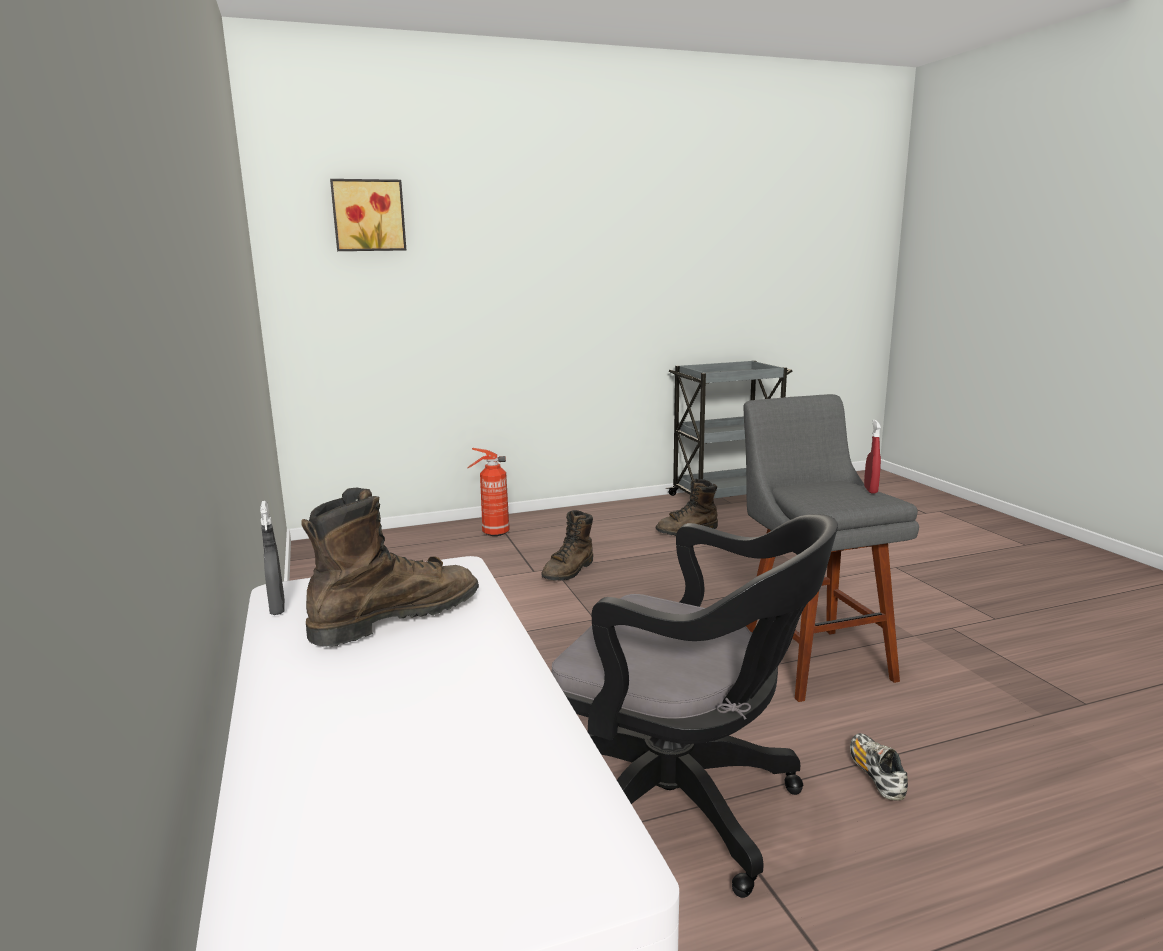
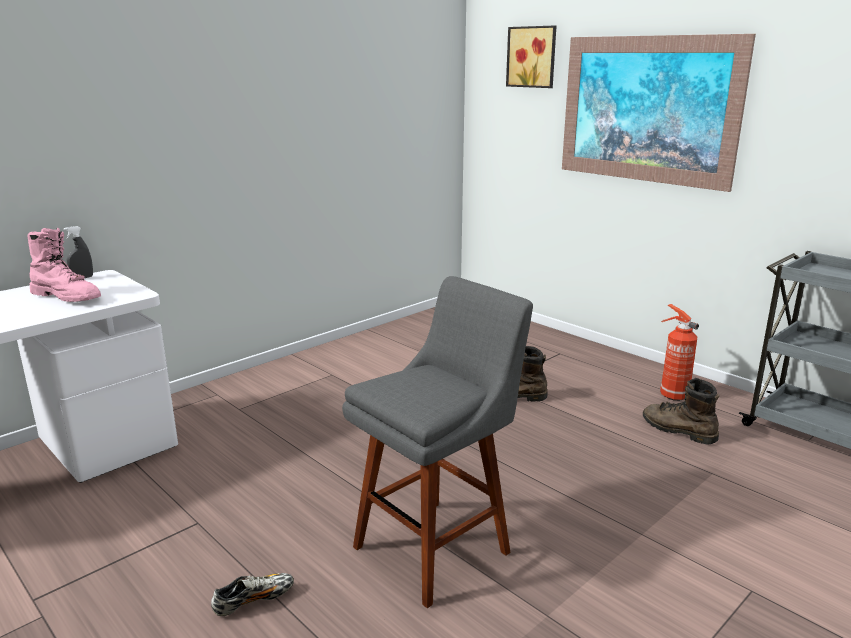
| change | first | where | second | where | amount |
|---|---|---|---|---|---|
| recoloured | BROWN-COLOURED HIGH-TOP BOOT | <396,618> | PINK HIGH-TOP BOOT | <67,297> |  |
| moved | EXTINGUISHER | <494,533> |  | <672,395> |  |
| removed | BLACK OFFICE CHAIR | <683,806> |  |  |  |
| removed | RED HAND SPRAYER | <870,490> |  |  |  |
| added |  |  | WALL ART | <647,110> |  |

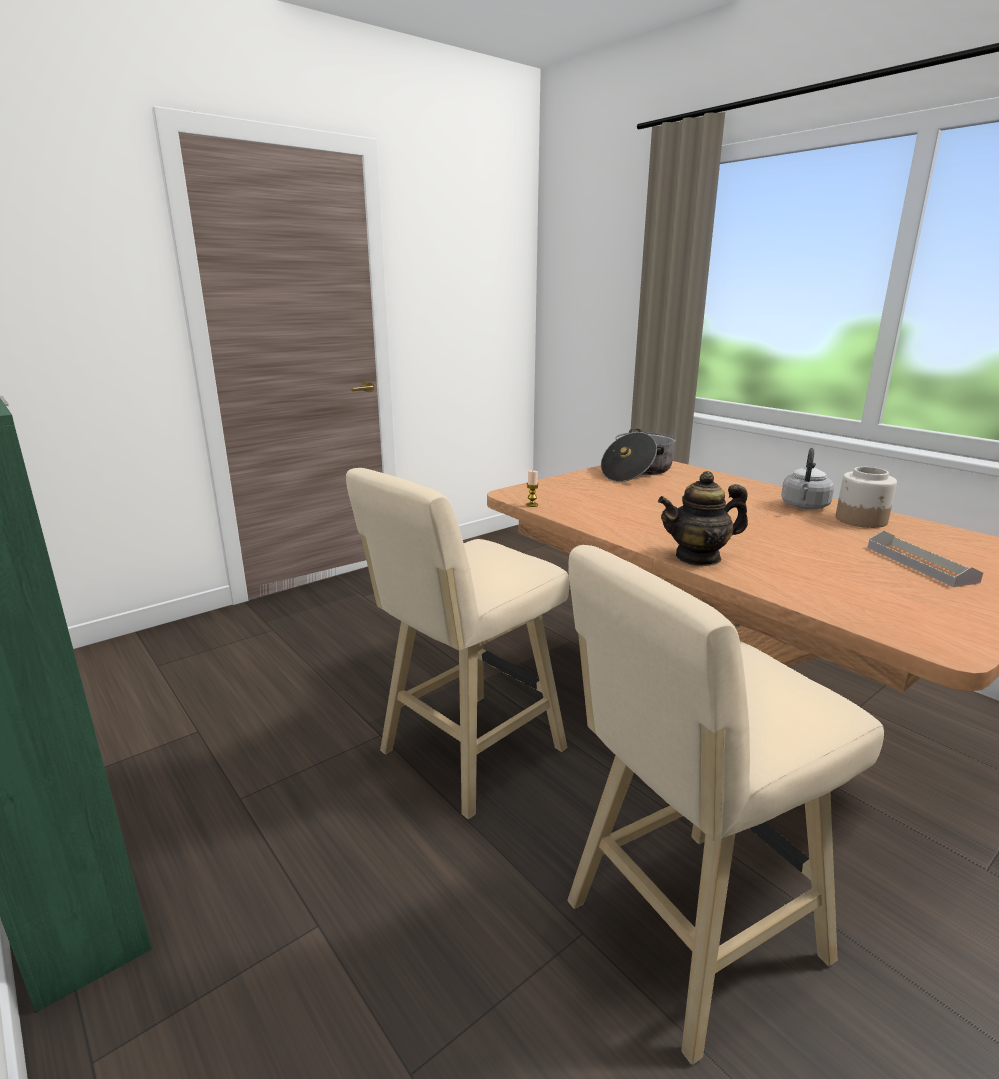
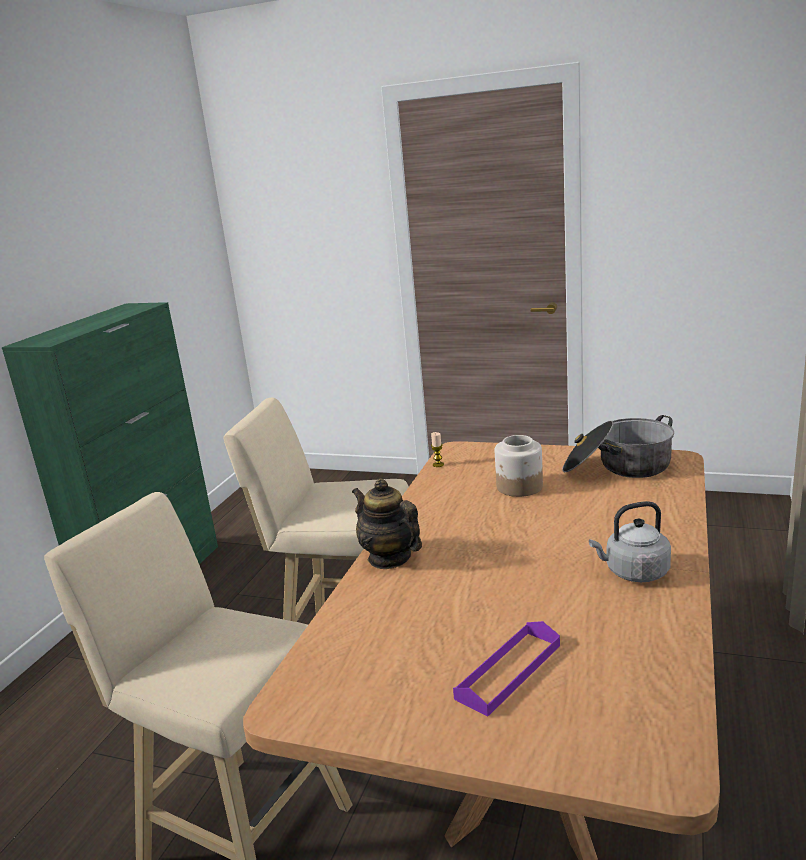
| change | first | where | second | where | amount |
|---|---|---|---|---|---|
| moved | STORAGE JAR | <861,520> |  | <519,487> |  |
| recoloured | GREY TRAY | <920,564> | PURPLE TRAY | <509,671> |  |

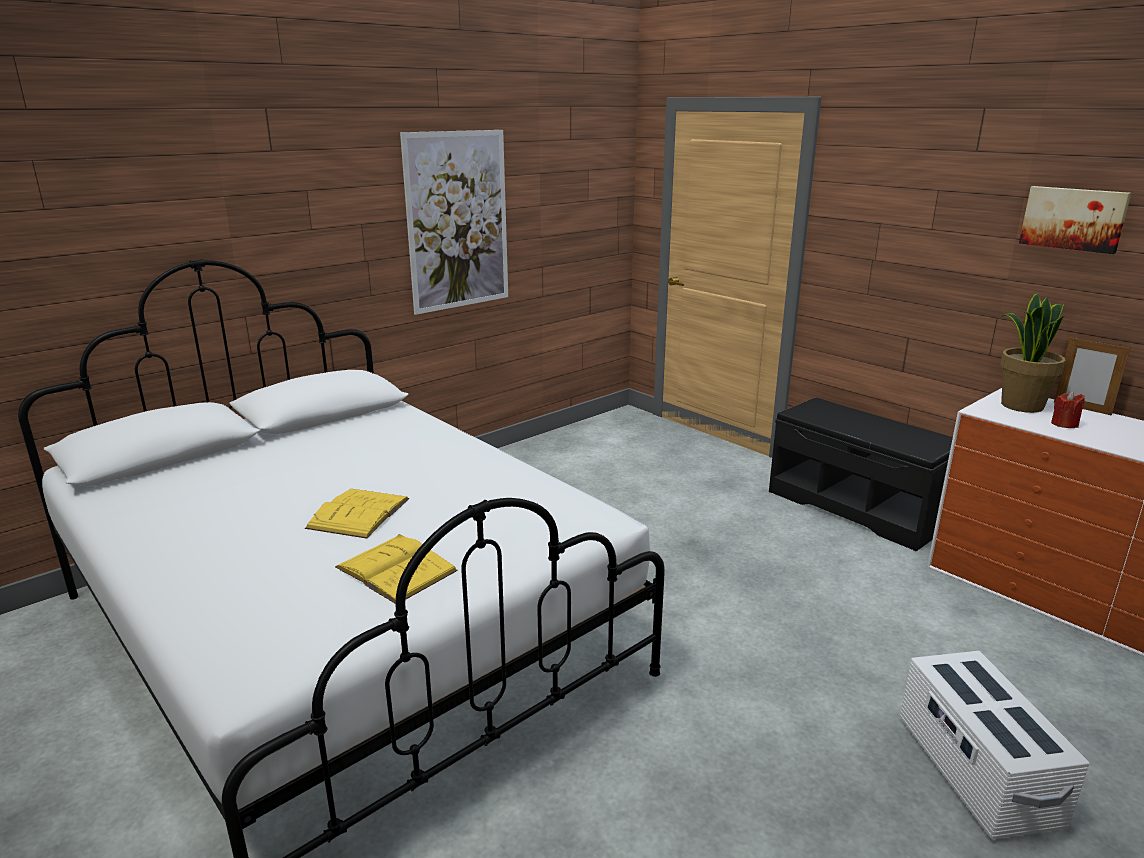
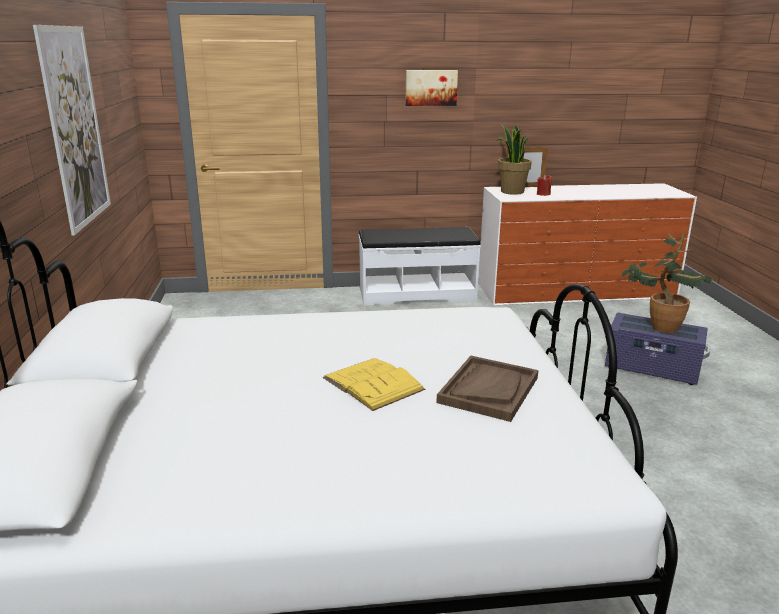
| change | first | where | second | where | amount |
|---|---|---|---|---|---|
| replaced | YELLOWISH BOOK | <396,569> | BROWN-COLOURED TRAY | <488,390> |  |
| recoloured | BLACK BENCH | <856,507> | WHITE BENCH | <416,293> |  |
| recoloured | WHITE STORAGE BOX | <975,772> | PURPLE STORAGE BOX | <651,368> |  |
| moved | WALL ART | <1073,218> |  | <431,87> |  |
| added |  |  | HOUSEPLANT | <659,325> |  |

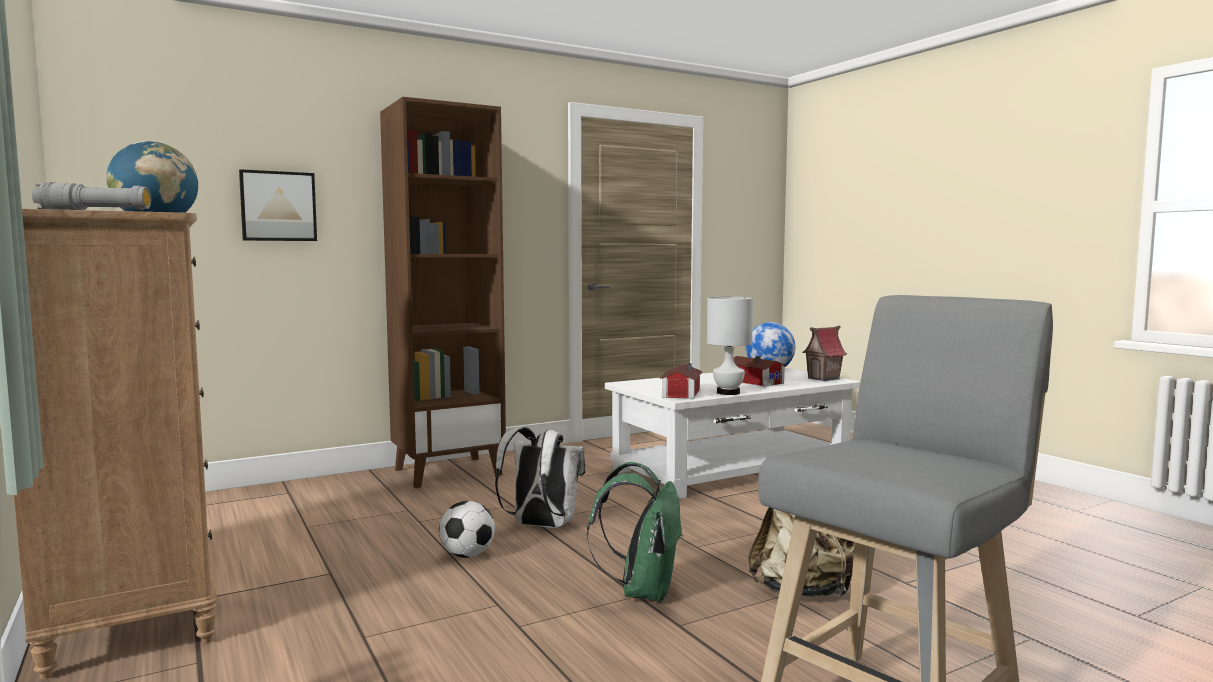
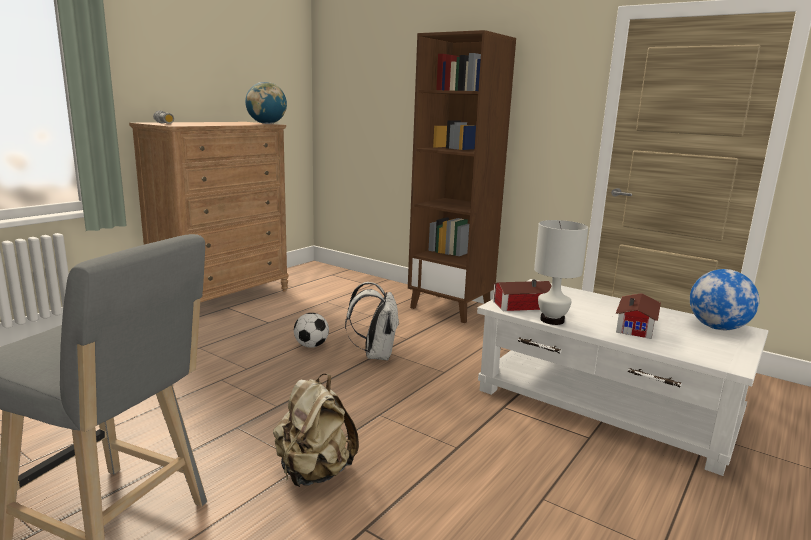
| change | first | where | second | where | amount |
|---|---|---|---|---|---|
| removed | WALL ART | <278,206> |  |  |  |
| removed | GREENISH BACKPACK | <642,591> |  |  |  |
| removed | MODEL HOUSE | <824,379> |  |  |  |

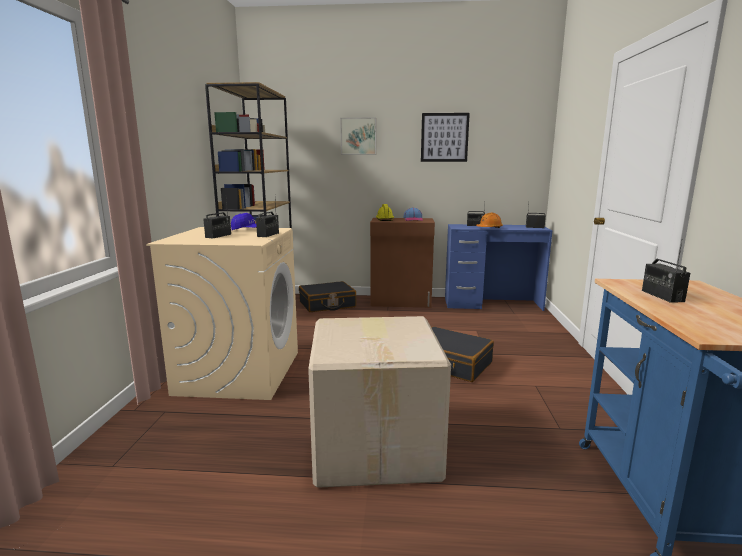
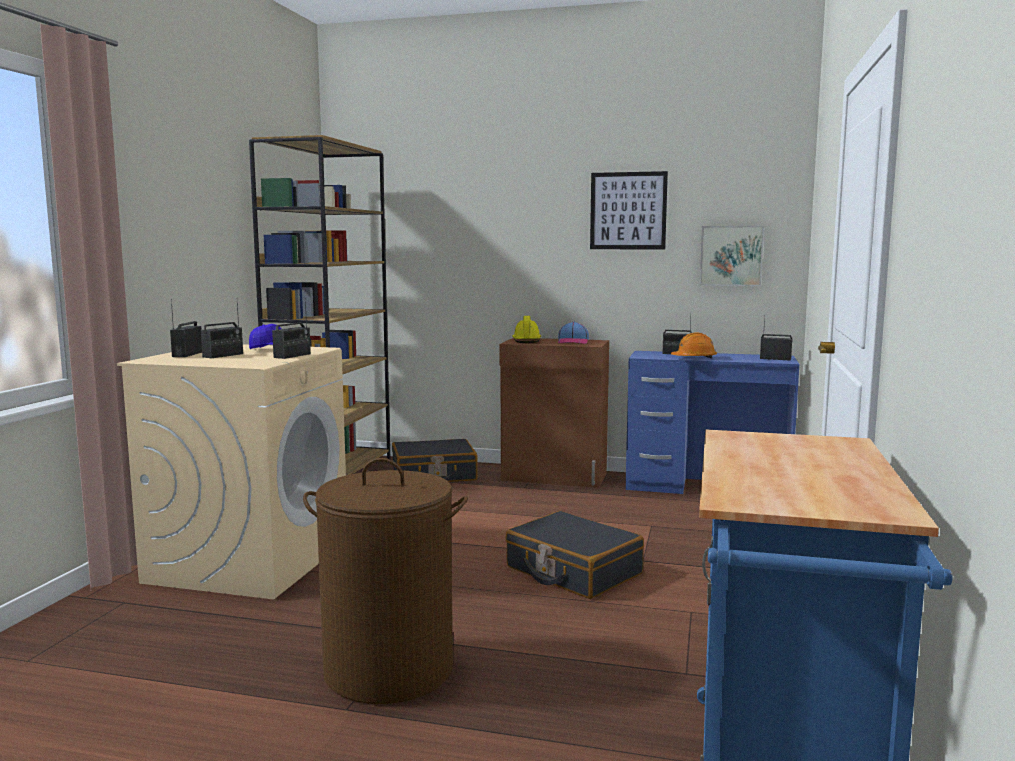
| change | first | where | second | where | amount |
|---|---|---|---|---|---|
| replaced | PACKING BOX | <377,445> | BROWN-COLOURED HAMPER | <389,669> |  |
| moved | WALL ART | <358,136> |  | <731,255> |  |
| moved | RADIO SET | <662,296> |  | <187,354> |  |

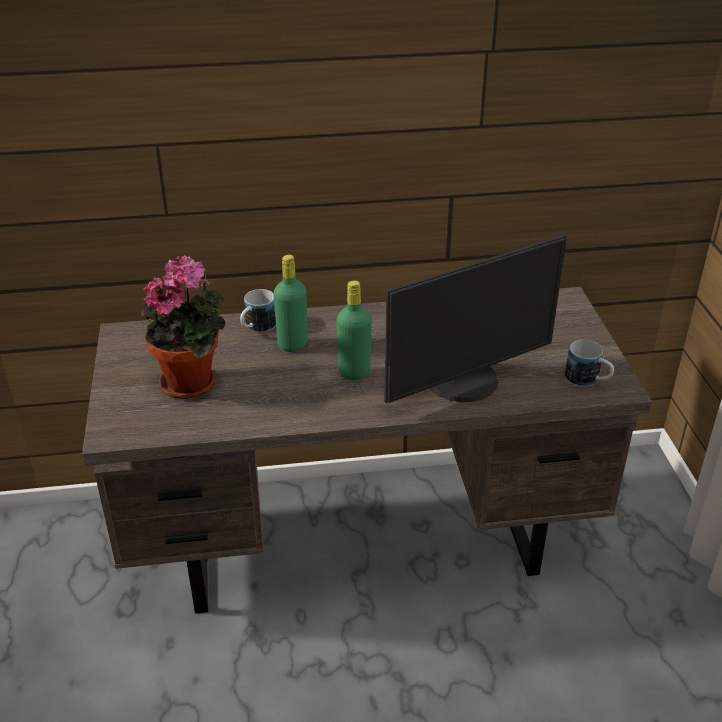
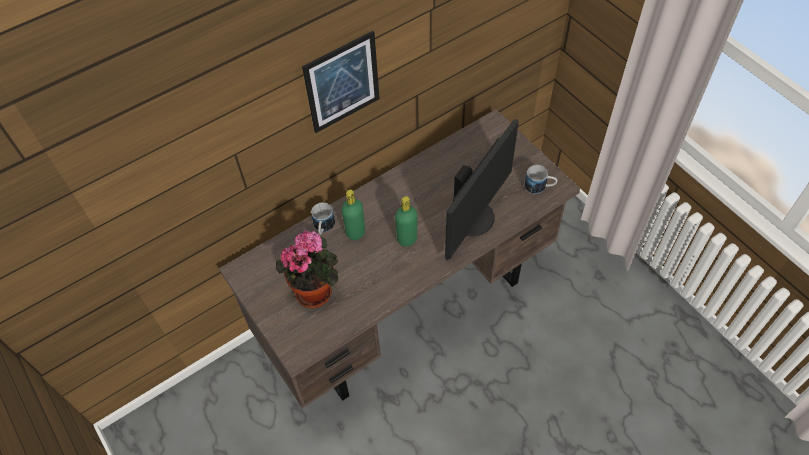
| change | first | where | second | where | amount |
|---|---|---|---|---|---|
| added |  |  | WALL ART | <342,83> |  |

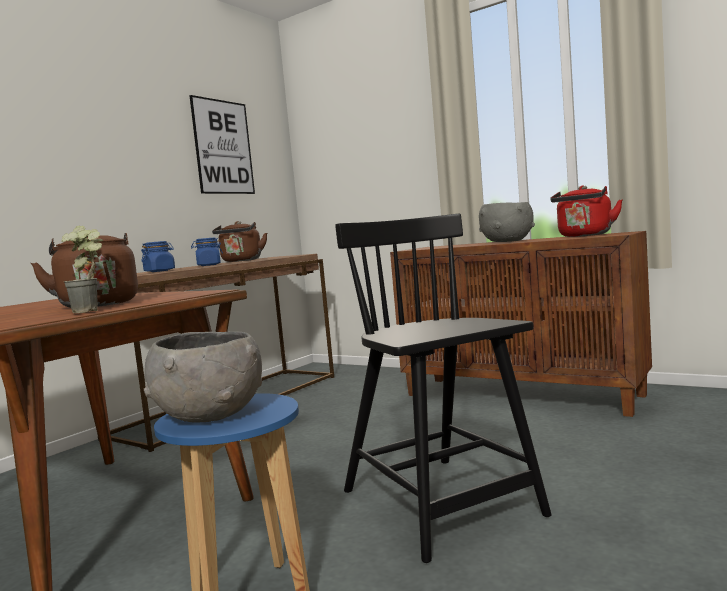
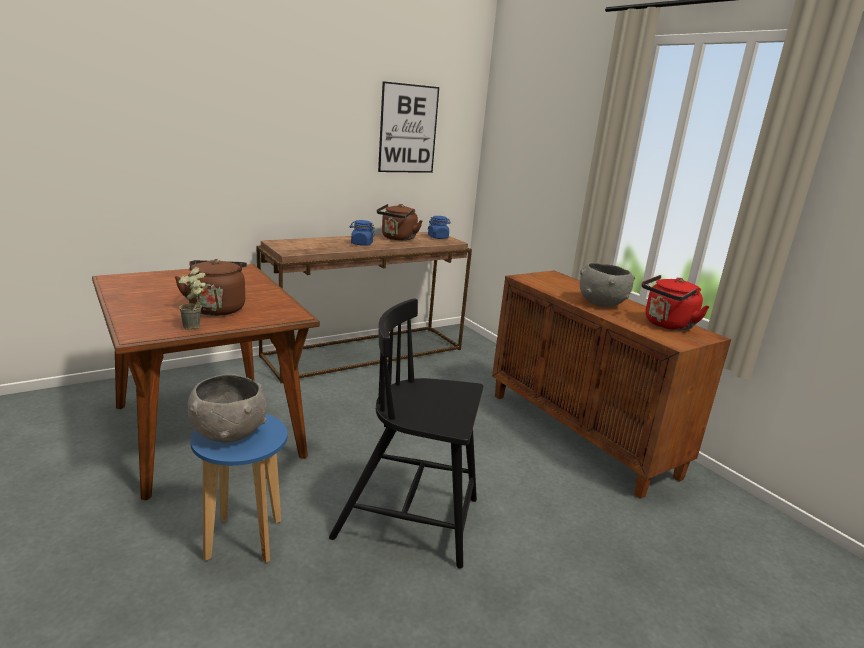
| change | first | where | second | where | amount |
|---|---|---|---|---|---|
| moved | BLUE-COLOURED STORAGE JAR | <160,271> |  | <438,237> |  |
| turned | BLACK UPRIGHT CHAIR | <441,505> |  | <410,519> | 75 degrees counterclockwise |

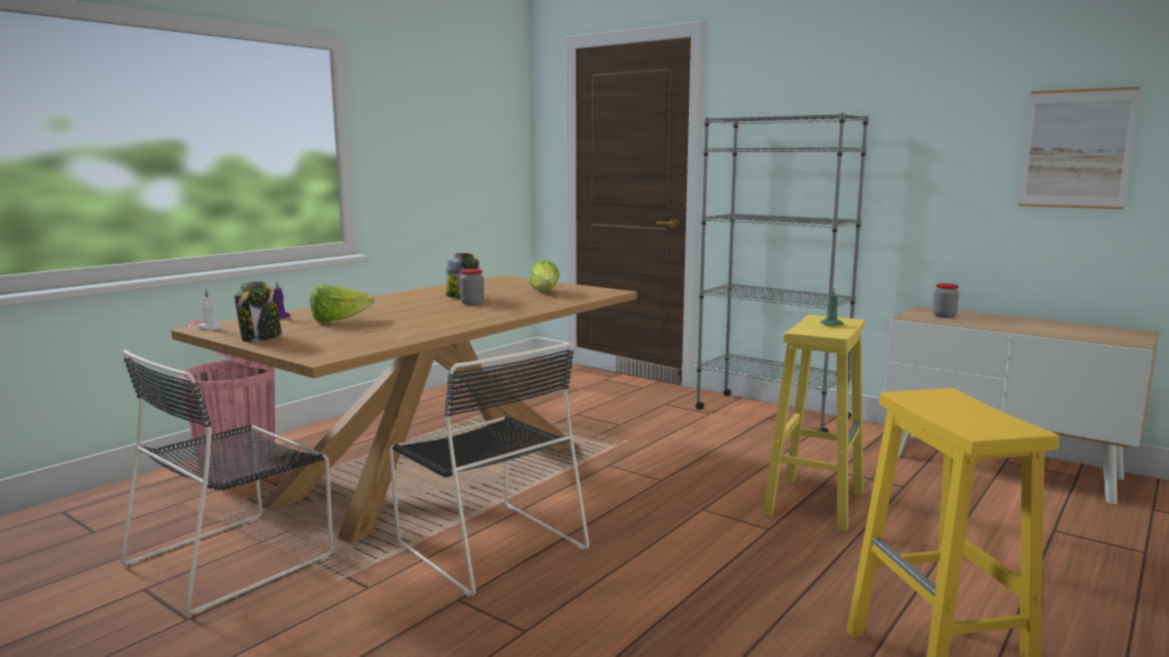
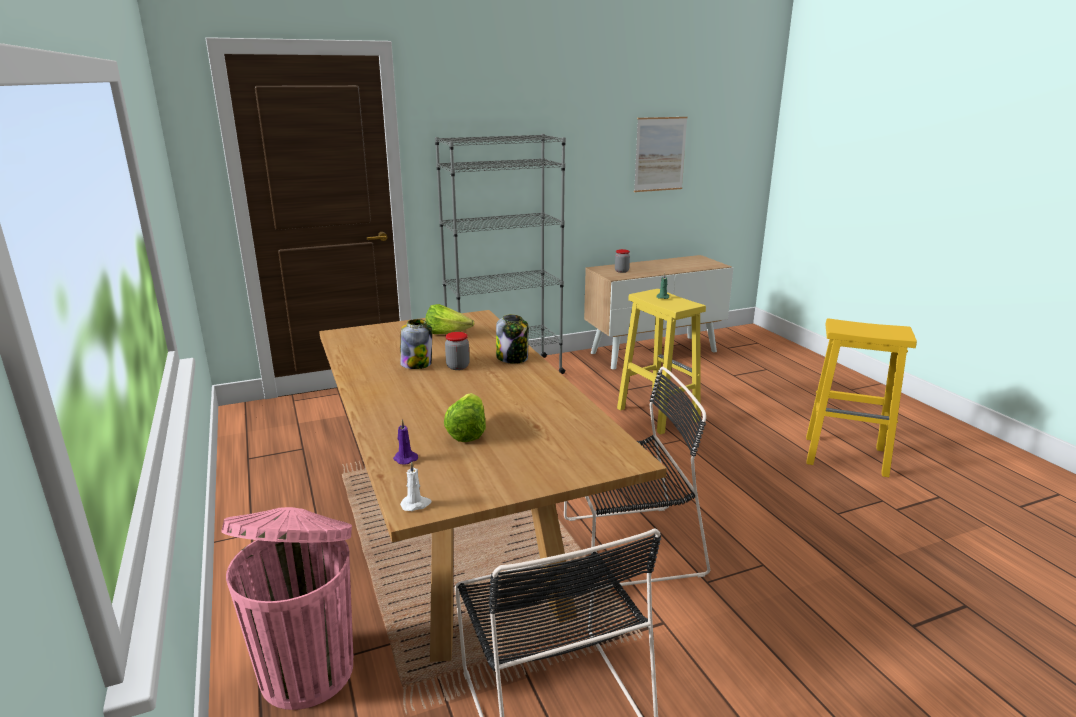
| change | first | where | second | where | amount |
|---|---|---|---|---|---|
| moved | STORAGE JAR | <261,338> |  | <512,358> |  |

